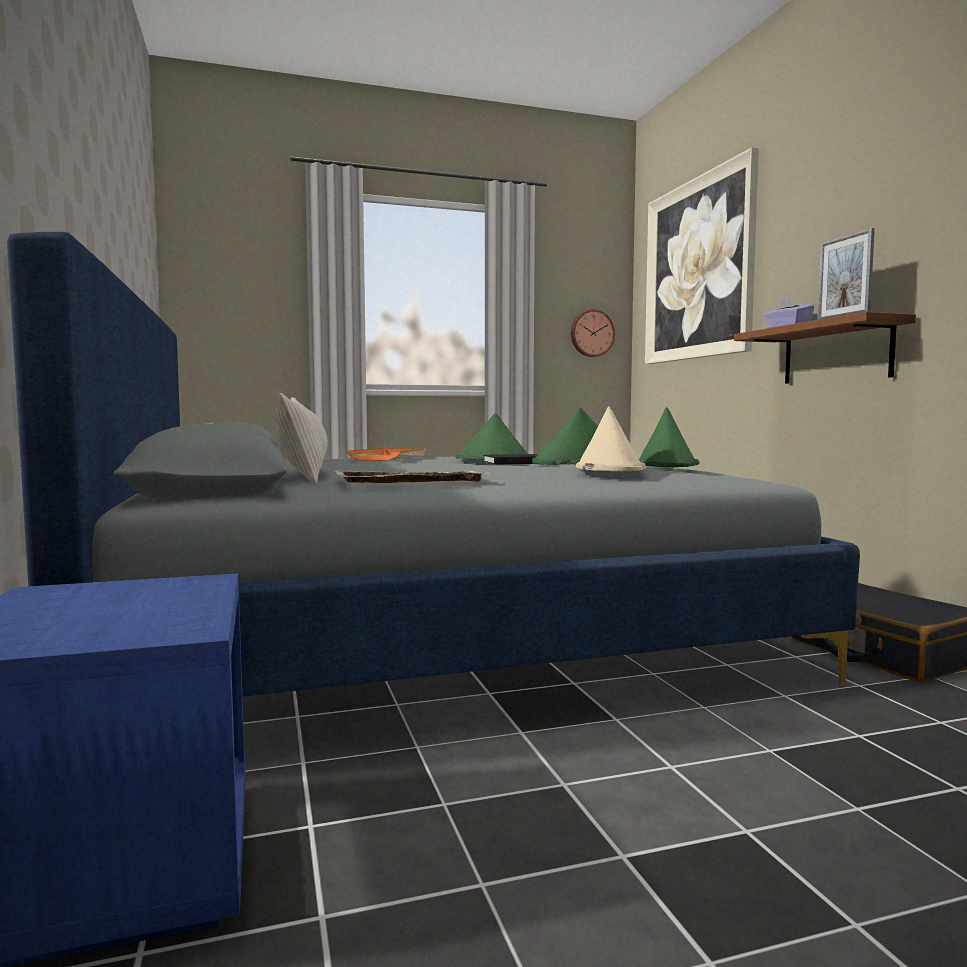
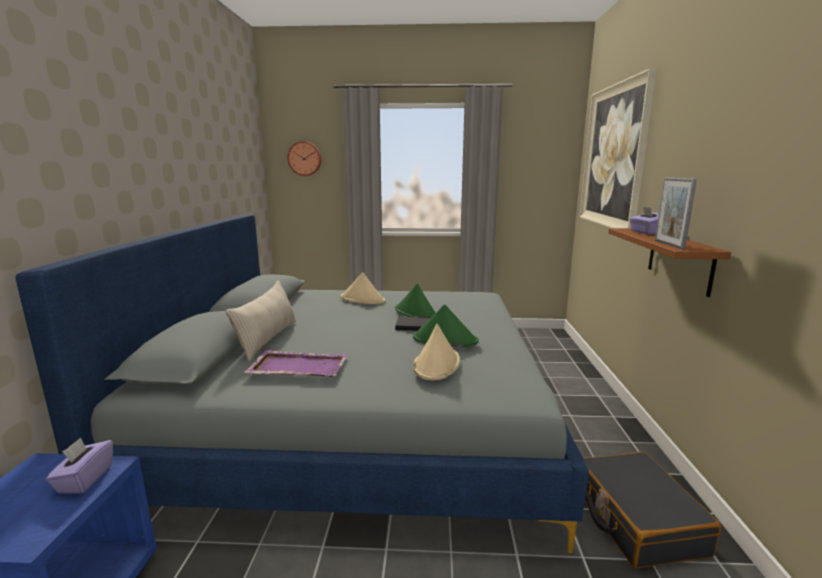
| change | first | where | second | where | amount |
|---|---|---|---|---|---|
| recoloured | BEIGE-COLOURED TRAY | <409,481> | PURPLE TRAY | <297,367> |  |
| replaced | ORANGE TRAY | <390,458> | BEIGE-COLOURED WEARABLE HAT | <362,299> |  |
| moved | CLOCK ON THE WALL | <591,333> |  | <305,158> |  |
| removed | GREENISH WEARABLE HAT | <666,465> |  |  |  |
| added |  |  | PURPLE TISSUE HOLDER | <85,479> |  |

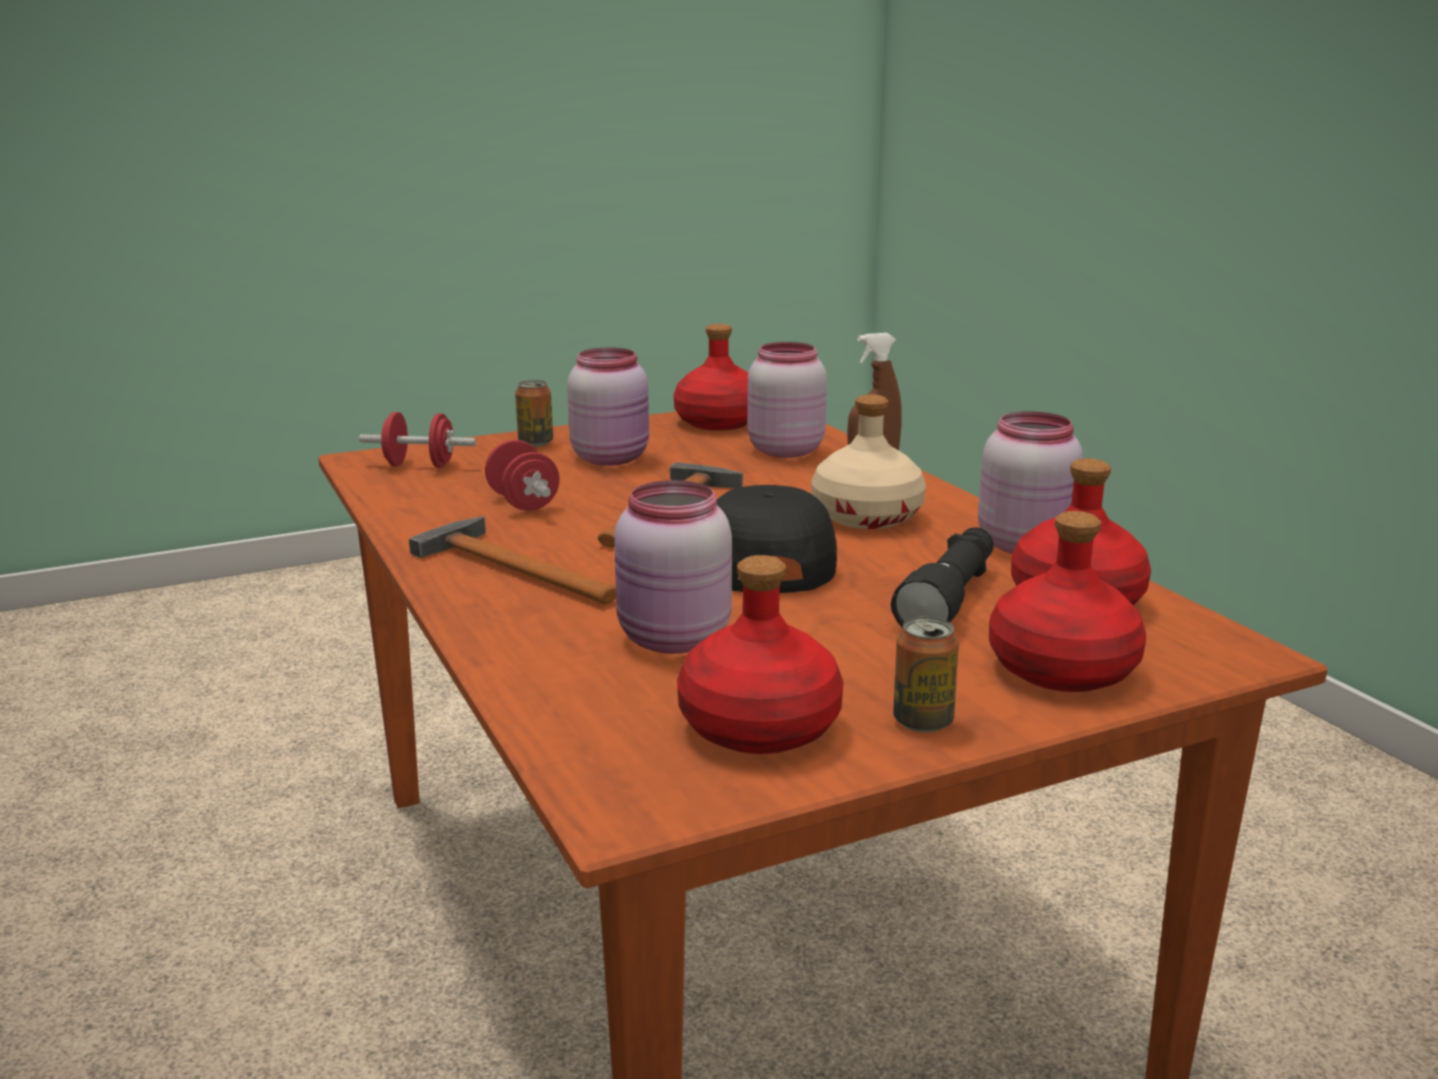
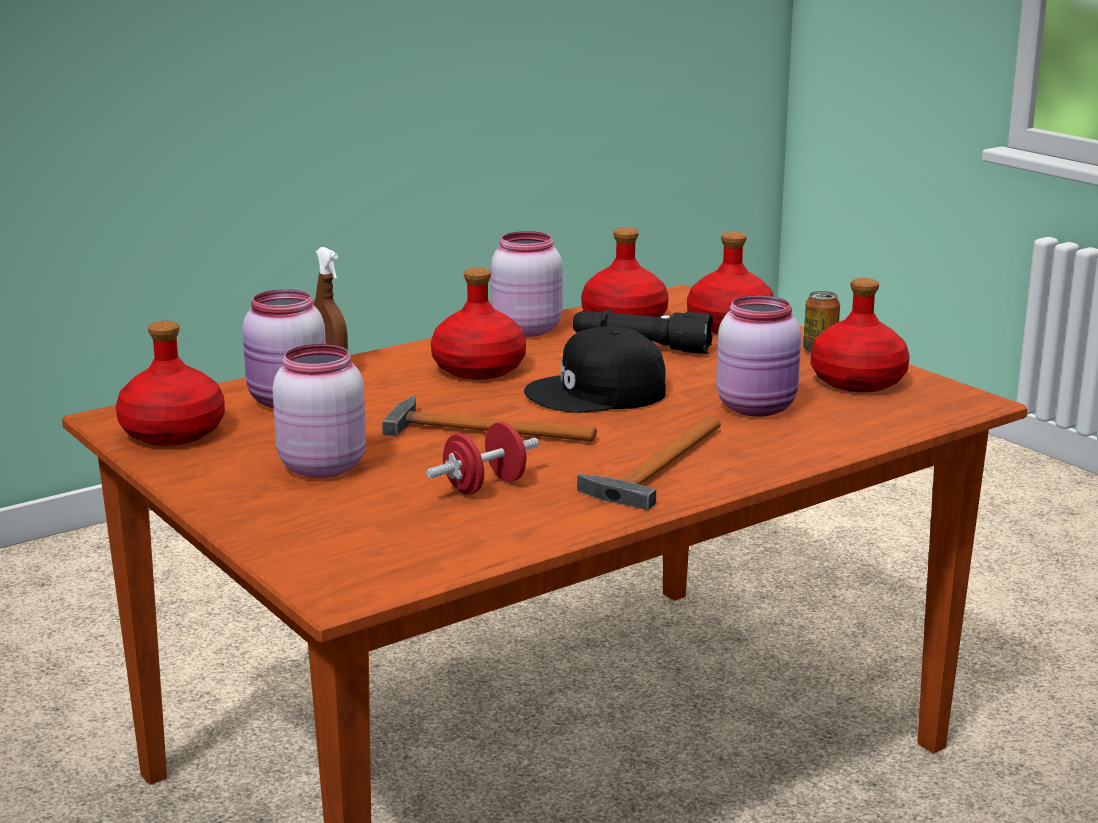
| change | first | where | second | where | amount |
|---|---|---|---|---|---|
| removed | RED HAND WEIGHT | <420,465> |  |  |  |
| removed | SEALED CAN | <535,443> |  |  |  |
| recoloured | BEIGE-COLOURED DRINK BOTTLE | <867,516> | RED DRINK BOTTLE | <479,368> |  |

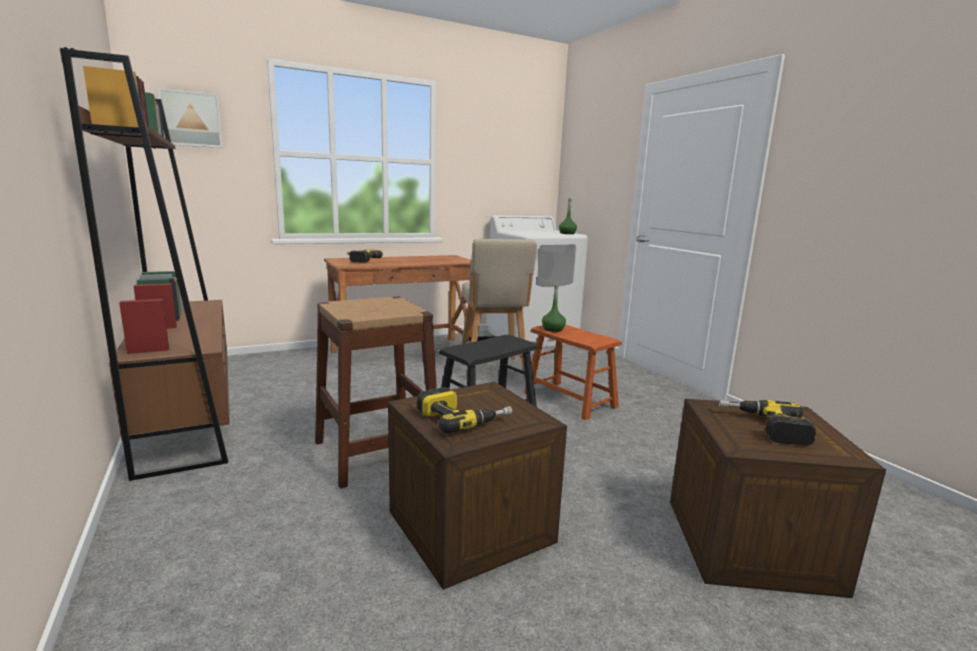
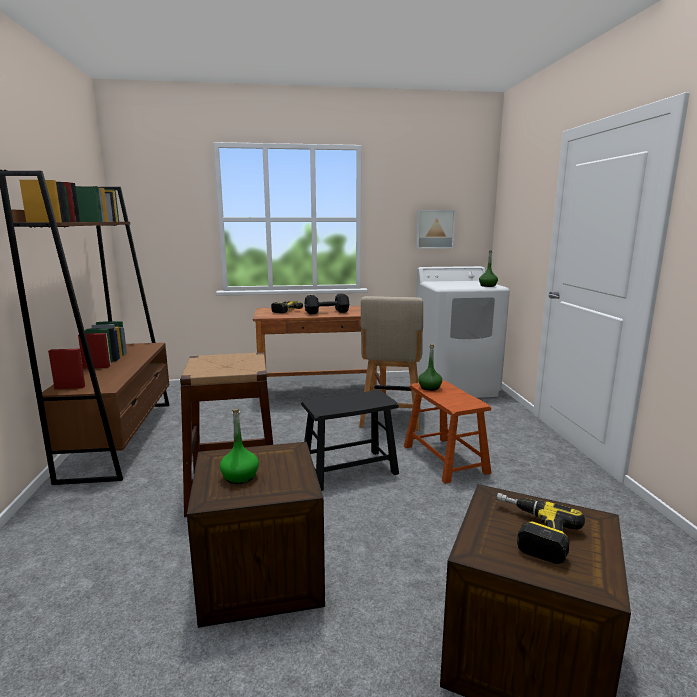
| change | first | where | second | where | amount |
|---|---|---|---|---|---|
| moved | WALL ART | <191,119> |  | <434,229> |  |
| replaced | POWER DRILL | <463,418> | GREENISH DRINK BOTTLE | <239,477> |  |
| added |  |  | BLACK HAND WEIGHT | <326,312> |  |

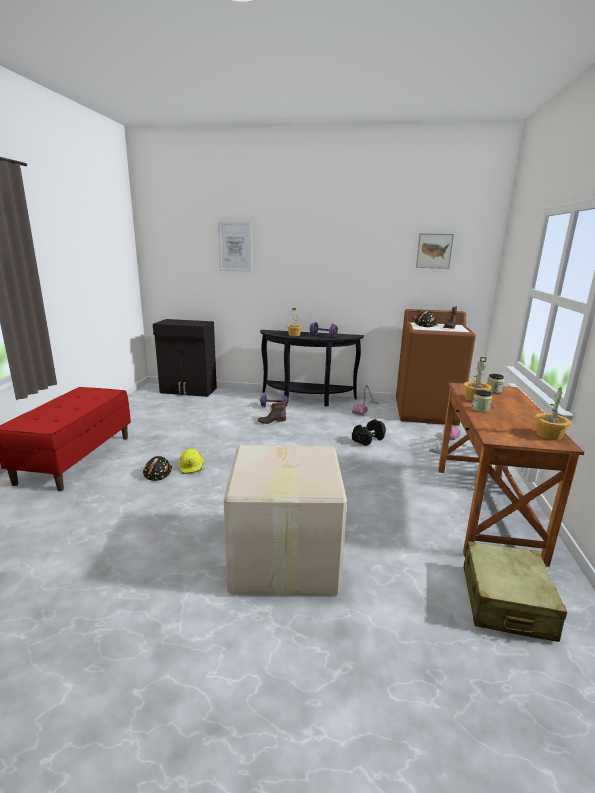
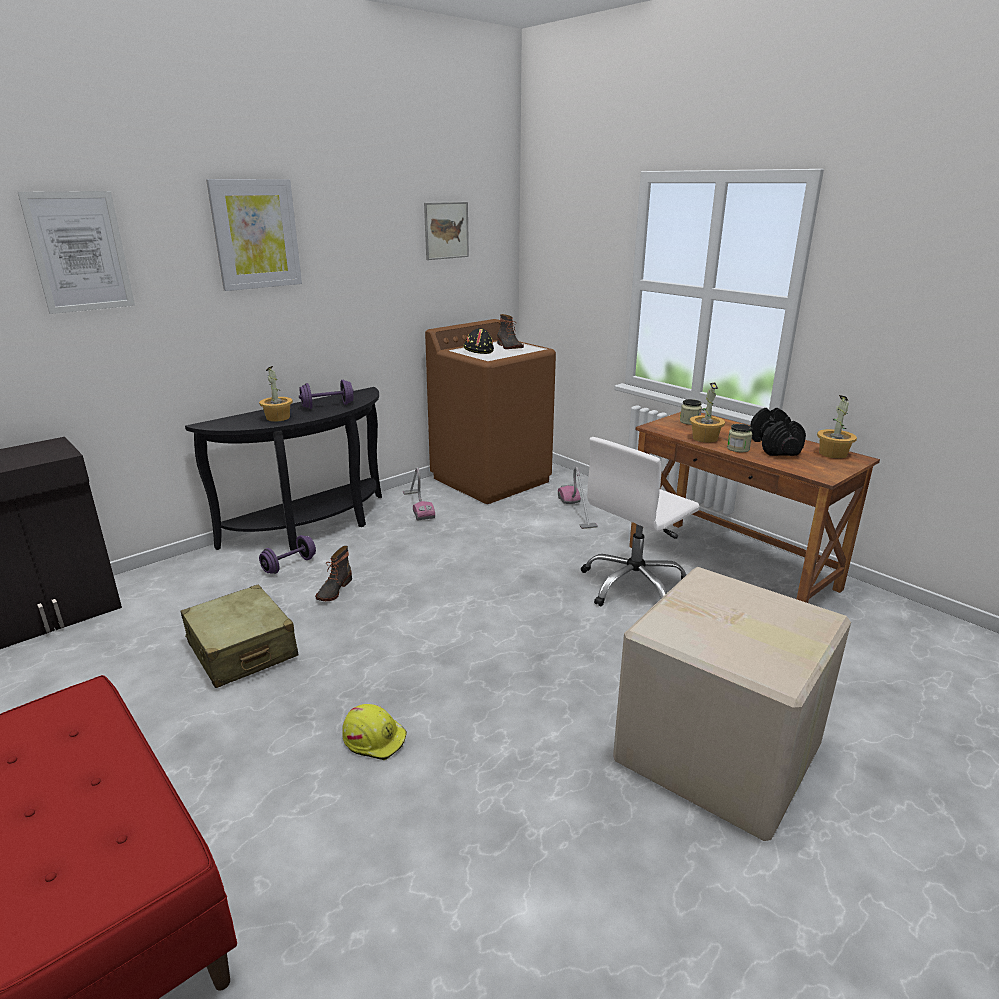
| change | first | where | second | where | amount |
|---|---|---|---|---|---|
| removed | BLACK SAFETY HELMET | <157,473> |  |  |  |
| moved | BLACK HAND WEIGHT | <368,440> |  | <775,447> |  |
| moved | BEIGE-COLOURED SUITCASE | <505,602> |  | <242,650> |  |
| added |  |  | WALL ART | <256,234> |  |
| added |  |  | WHITE OFFICE CHAIR | <634,585> |  |

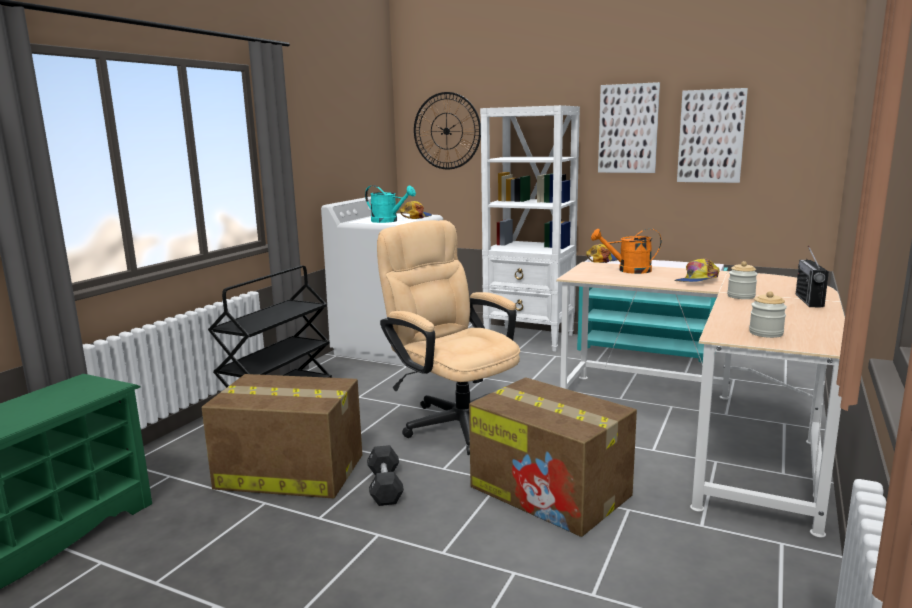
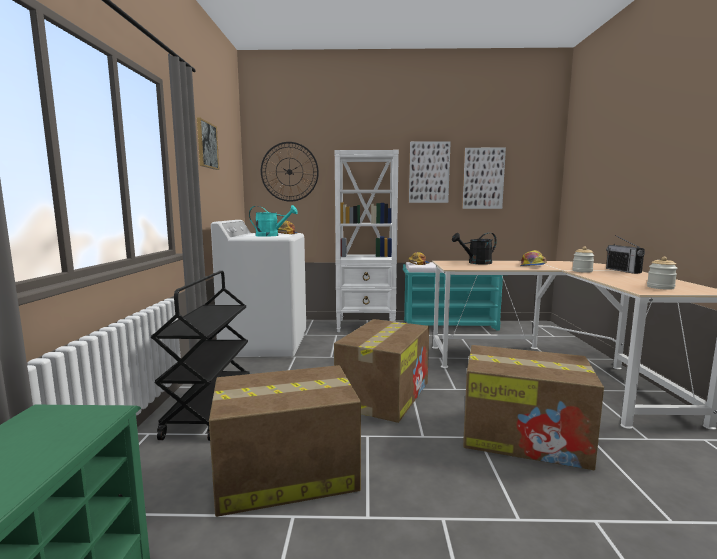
| change | first | where | second | where | amount |
|---|---|---|---|---|---|
| removed | BLACK HAND WEIGHT | <385,486> |  |  |  |
| replaced | BEIGE-COLOURED OFFICE CHAIR | <454,421> | PACKING BOX | <384,394> |  |
| recoloured | ORANGE WATERING CAN | <628,270> | BLACK WATERING CAN | <476,263> |  |
| added |  |  | WALL ART | <207,145> |  |

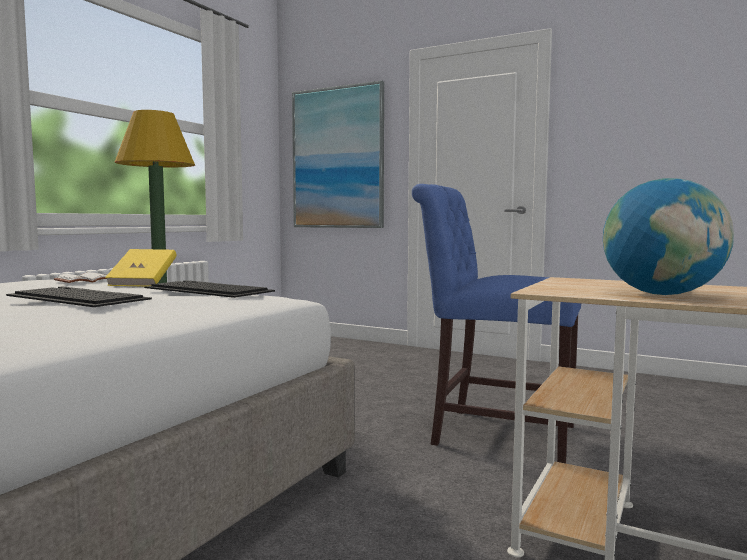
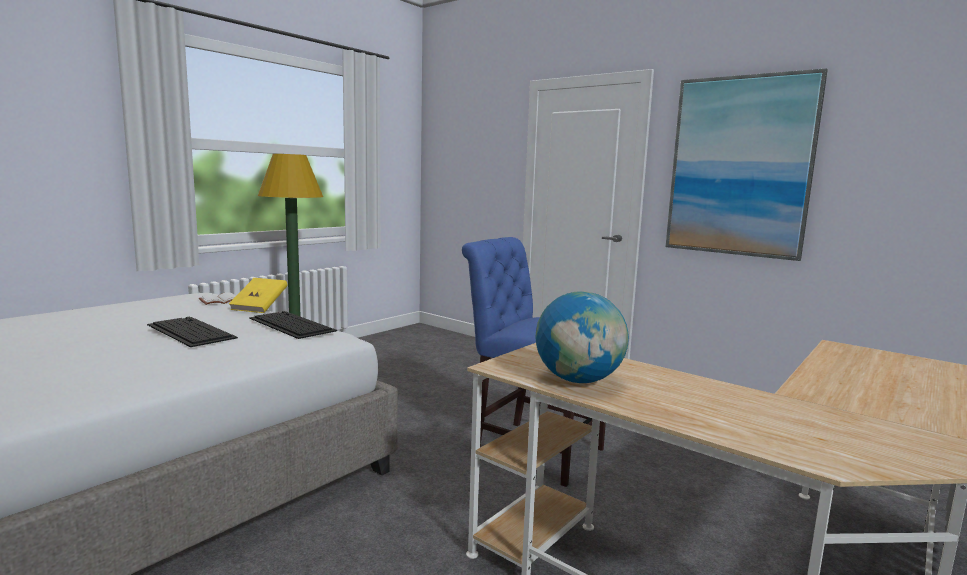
| change | first | where | second | where | amount |
|---|---|---|---|---|---|
| moved | WALL ART | <338,158> |  | <739,166> |  |

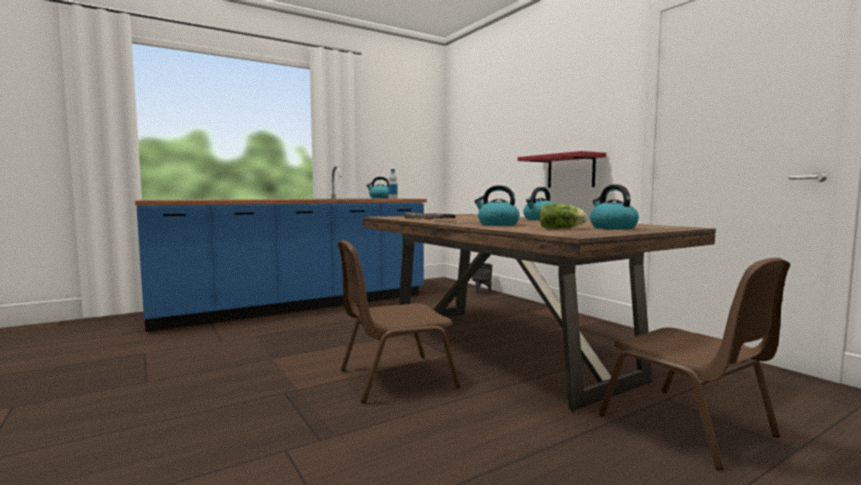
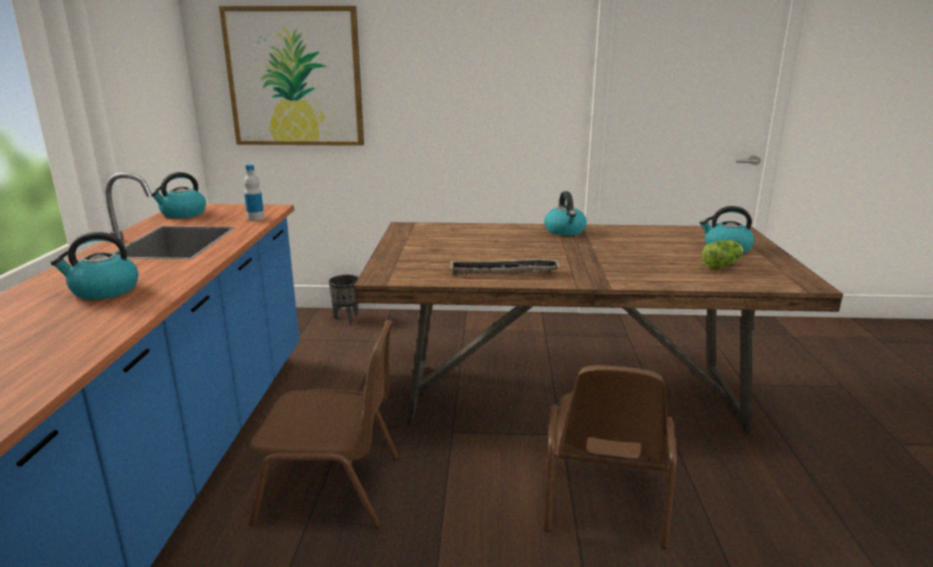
| change | first | where | second | where | amount |
|---|---|---|---|---|---|
| moved | TEA KETTLE | <497,224> |  | <104,290> |  |
| removed | RED WALL SHELF | <571,171> |  |  |  |
| moved | BROWN-COLOURED UPRIGHT CHAIR | <688,426> |  | <332,488> |  |
| added |  |  | WALL ART | <295,77> |  |

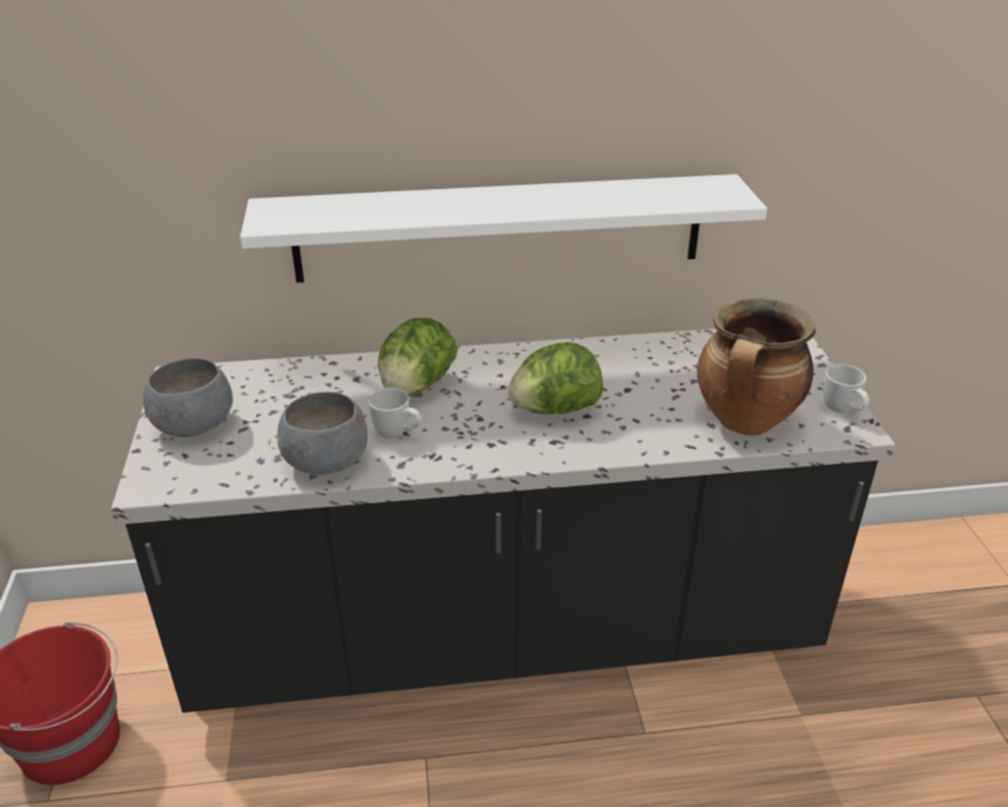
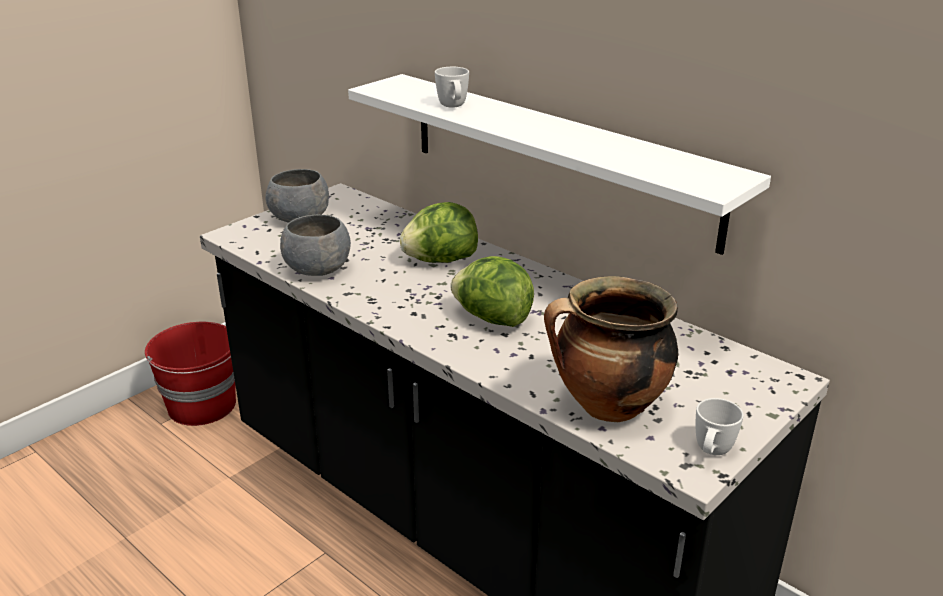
| change | first | where | second | where | amount |
|---|---|---|---|---|---|
| moved | WHITE MUG | <398,434> |  | <453,107> |  |

